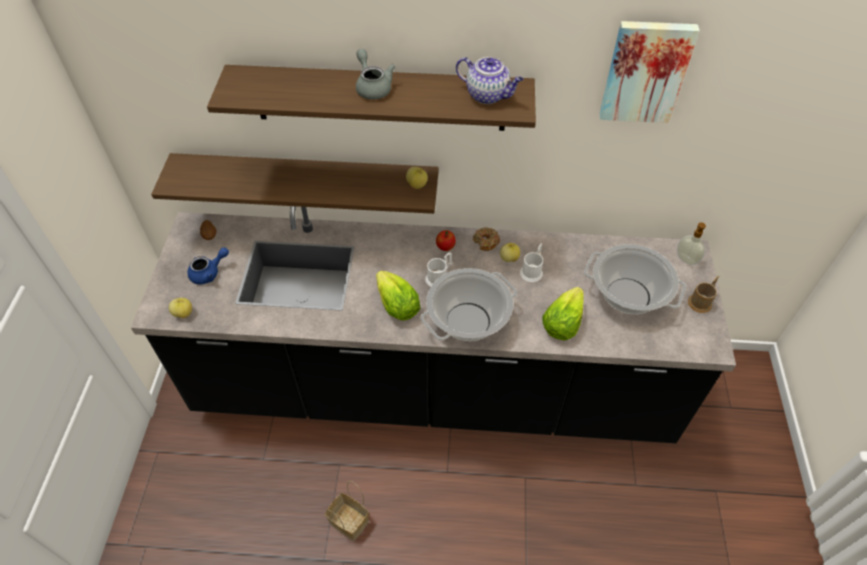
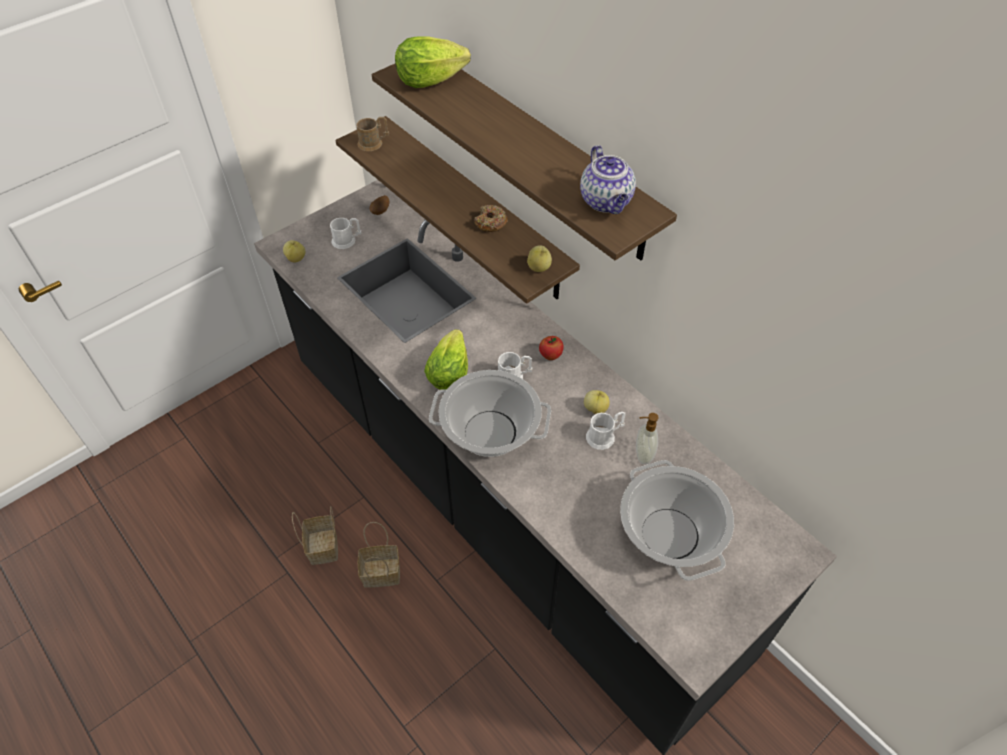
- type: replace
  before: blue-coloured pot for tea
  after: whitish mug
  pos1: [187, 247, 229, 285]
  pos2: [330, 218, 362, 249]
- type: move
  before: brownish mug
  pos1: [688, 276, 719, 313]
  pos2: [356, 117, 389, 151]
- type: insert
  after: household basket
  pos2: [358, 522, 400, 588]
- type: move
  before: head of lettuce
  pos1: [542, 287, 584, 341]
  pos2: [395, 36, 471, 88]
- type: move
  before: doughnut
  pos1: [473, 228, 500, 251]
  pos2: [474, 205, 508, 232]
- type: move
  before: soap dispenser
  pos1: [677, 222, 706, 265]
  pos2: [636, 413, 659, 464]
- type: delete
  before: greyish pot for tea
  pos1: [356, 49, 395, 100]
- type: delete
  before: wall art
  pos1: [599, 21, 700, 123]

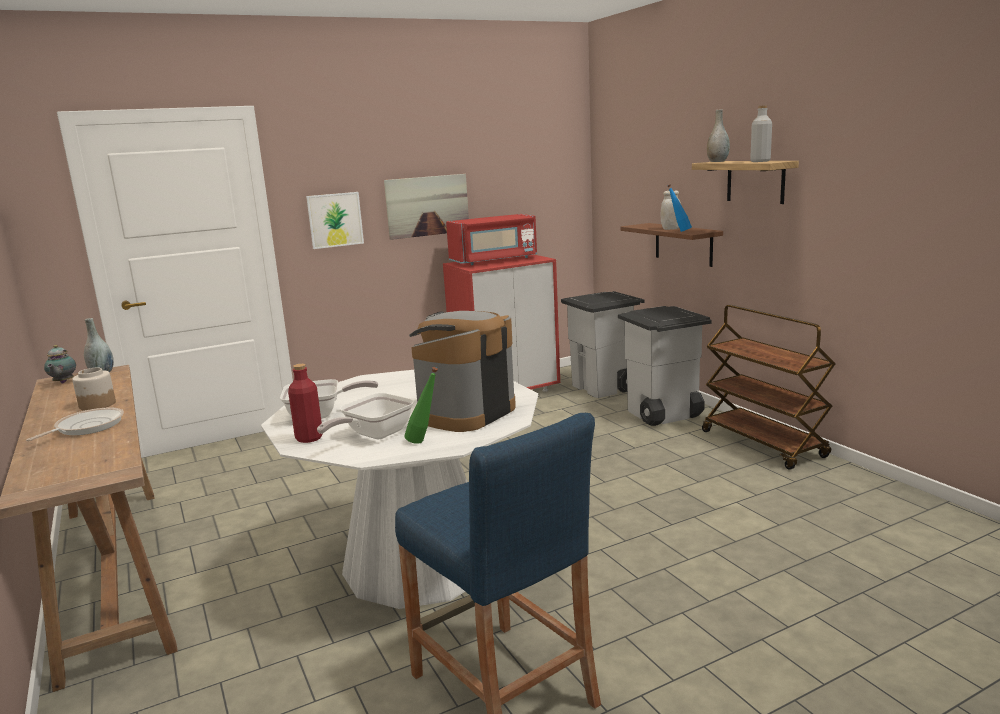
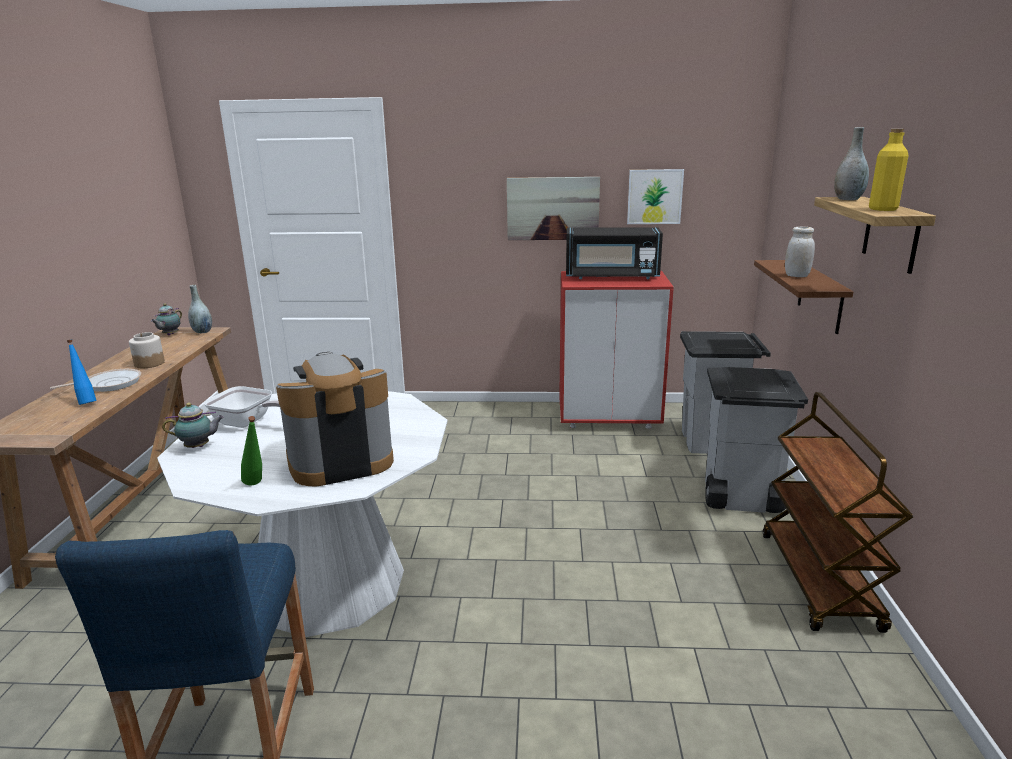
- type: move
  before: blue-coloured bottle
  pos1: [668, 184, 692, 232]
  pos2: [67, 339, 97, 405]
- type: replace
  before: reddish bottle
  after: pot for tea
  pos1: [288, 364, 323, 443]
  pos2: [162, 402, 224, 448]
- type: recolor
  before: reddish microwave oven
  after: black-coloured microwave oven
  pos1: [446, 214, 537, 265]
  pos2: [566, 227, 663, 279]
- type: move
  before: wall art
  pos1: [306, 192, 364, 249]
  pos2: [627, 169, 684, 224]
- type: recolor
  before: greyish bottle
  after: yellow bottle
  pos1: [750, 105, 772, 162]
  pos2: [869, 129, 908, 211]
- type: delete
  before: skillet
  pos1: [317, 393, 414, 439]

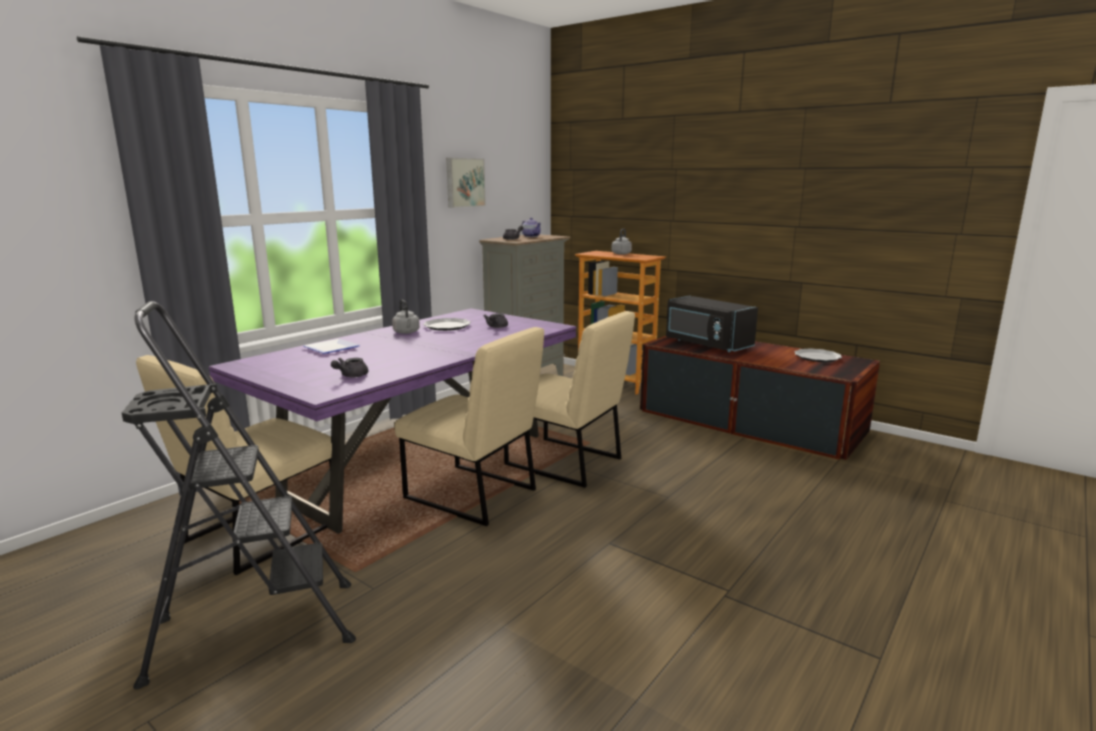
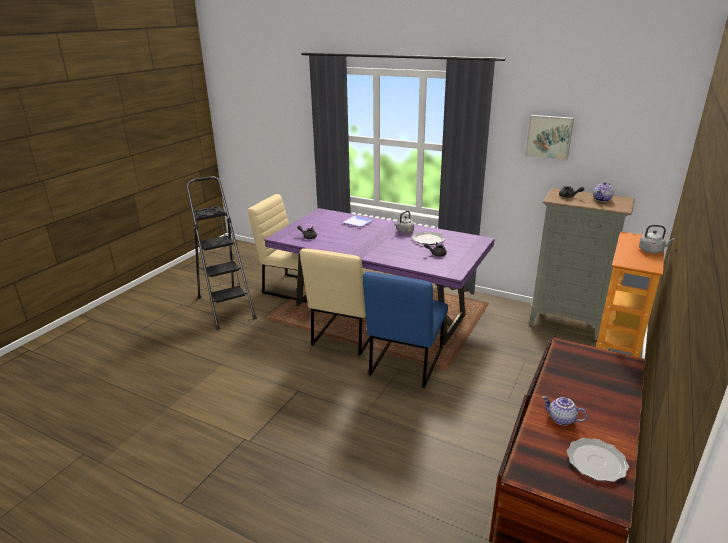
- type: recolor
  before: sand-coloured plain chair
  after: blue-coloured plain chair
  pos1: [504, 311, 635, 488]
  pos2: [363, 272, 448, 388]
- type: insert
  after: pot for tea
  pos2: [542, 396, 587, 426]
- type: delete
  before: black-coloured microwave oven
  pos1: [666, 296, 758, 352]

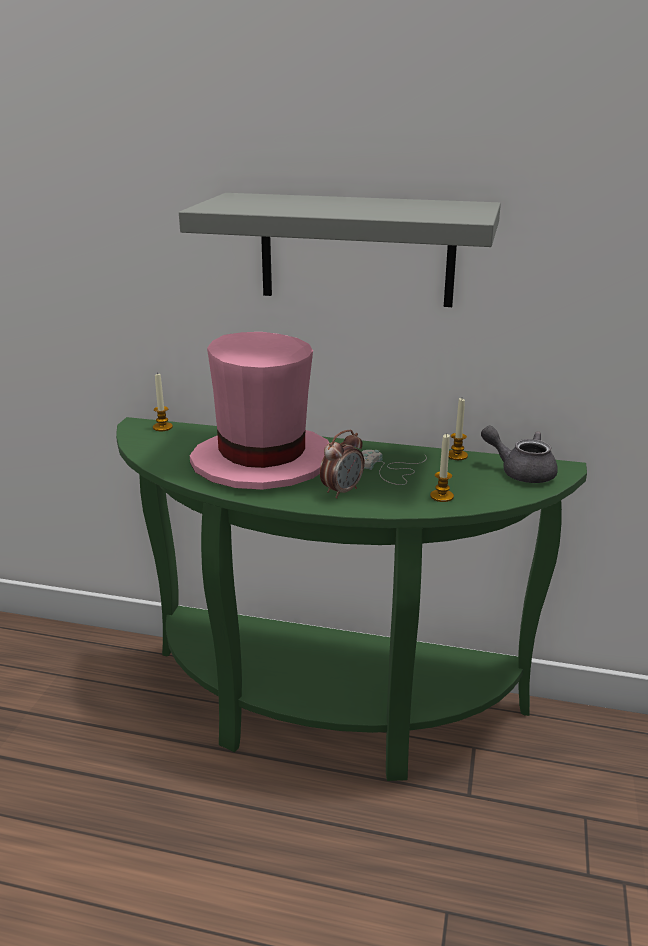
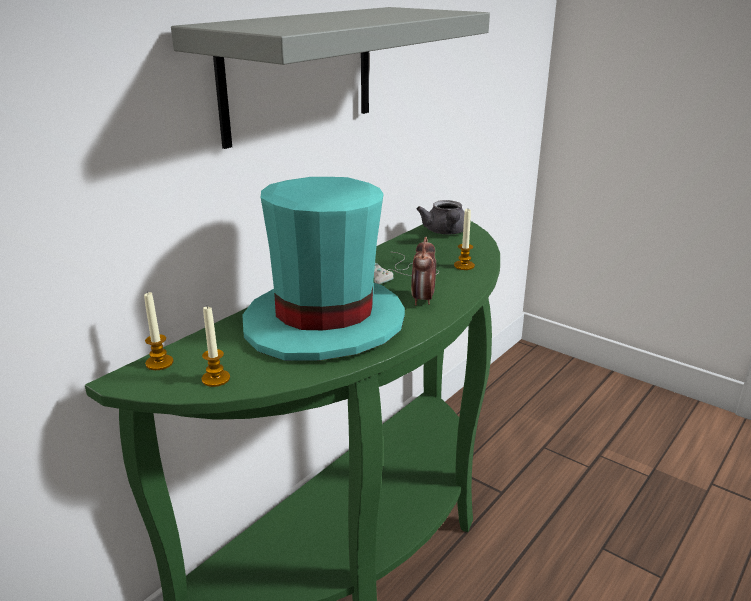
- type: move
  before: wax candle
  pos1: [449, 398, 468, 460]
  pos2: [202, 307, 230, 387]
- type: recolor
  before: pink-coloured clothing hat
  after: turquoise clothing hat
  pos1: [190, 332, 329, 490]
  pos2: [242, 177, 405, 361]
- type: rotate
  before: bedside clock
  pos1: [320, 430, 364, 499]
  pos2: [411, 237, 436, 306]
  turn: -150
- type: rotate
  before: greyish pot for tea
  pos1: [481, 426, 558, 483]
  pos2: [416, 200, 465, 235]
  turn: -60

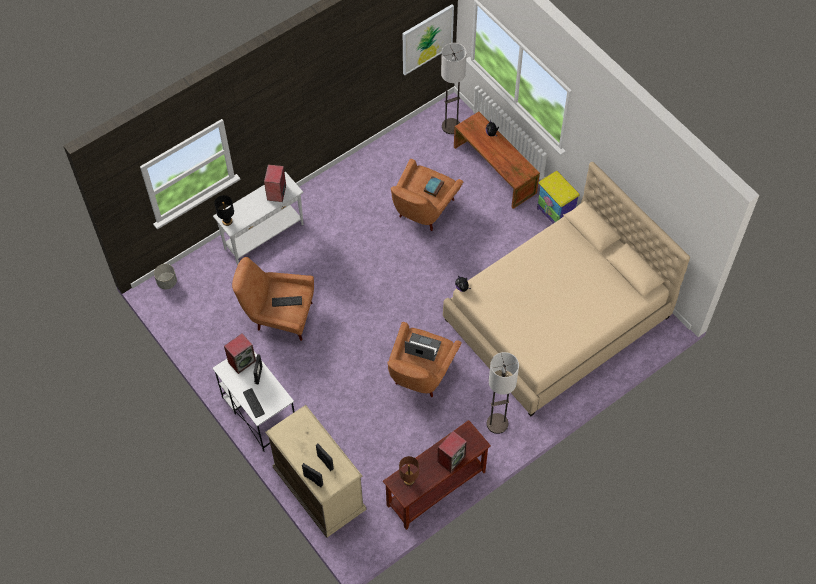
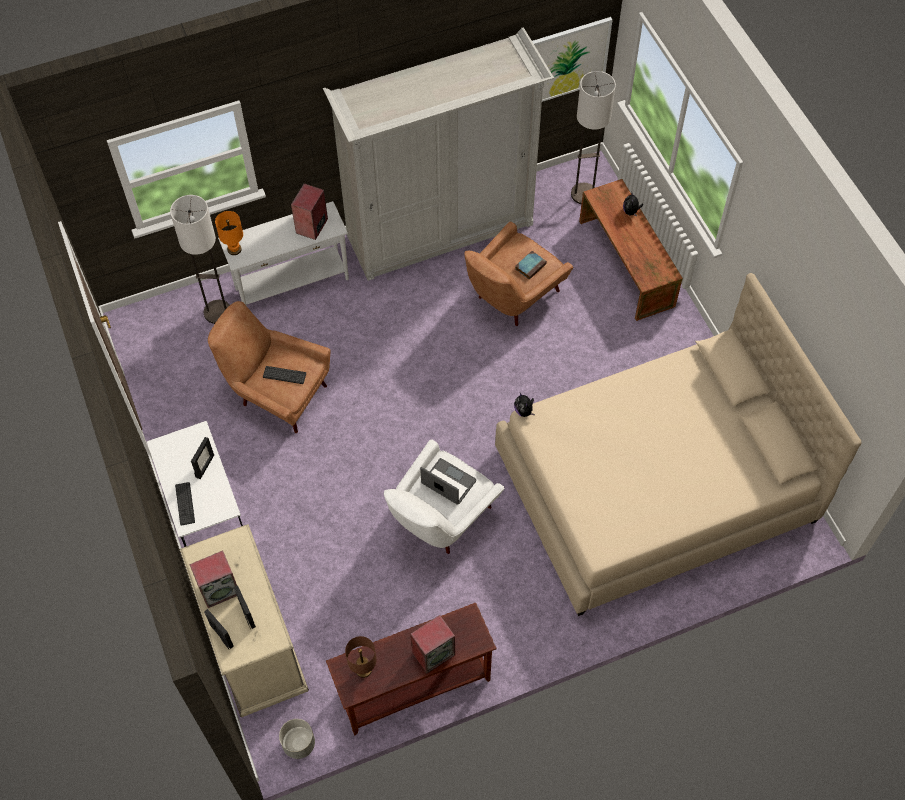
- type: move
  before: standard lamp
  pos1: [487, 352, 519, 434]
  pos2: [170, 195, 230, 324]
- type: move
  before: loudspeaker
  pos1: [224, 333, 256, 374]
  pos2: [189, 551, 237, 608]
- type: recolor
  before: black-coloured table lamp
  after: orangey table lamp
  pos1: [214, 195, 234, 226]
  pos2: [215, 211, 243, 255]
- type: move
  before: greyish plant pot
  pos1: [154, 264, 177, 290]
  pos2: [279, 719, 315, 759]
- type: insert
  after: whitish armoire
  pos2: [323, 27, 554, 281]
- type: recolor
  before: brownish lounge chair
  after: whitish lounge chair
  pos1: [388, 322, 462, 397]
  pos2: [384, 439, 505, 554]
- type: delete
  before: nightstand
  pos1: [537, 171, 580, 223]

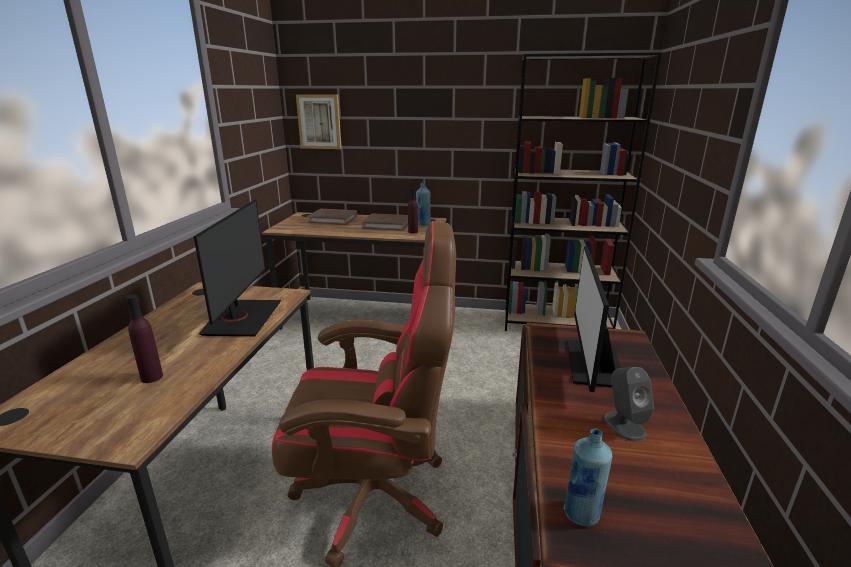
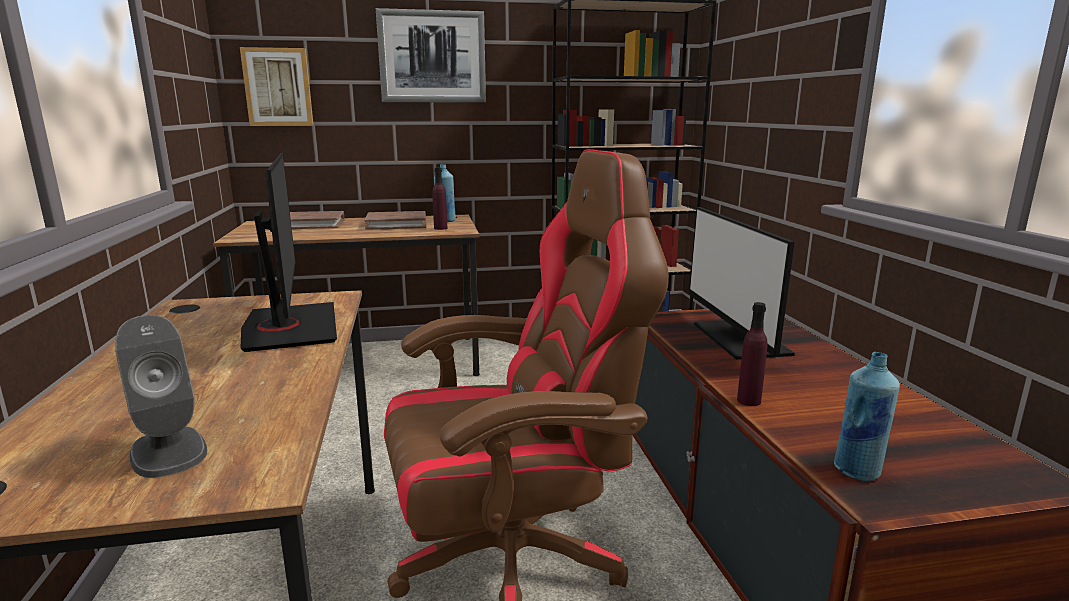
- type: move
  before: greyish loudspeaker
  pos1: [603, 367, 654, 442]
  pos2: [115, 315, 207, 478]
- type: insert
  after: wall art
  pos2: [376, 8, 486, 102]
- type: move
  before: purple-coloured bottle
  pos1: [126, 295, 163, 383]
  pos2: [737, 302, 768, 406]

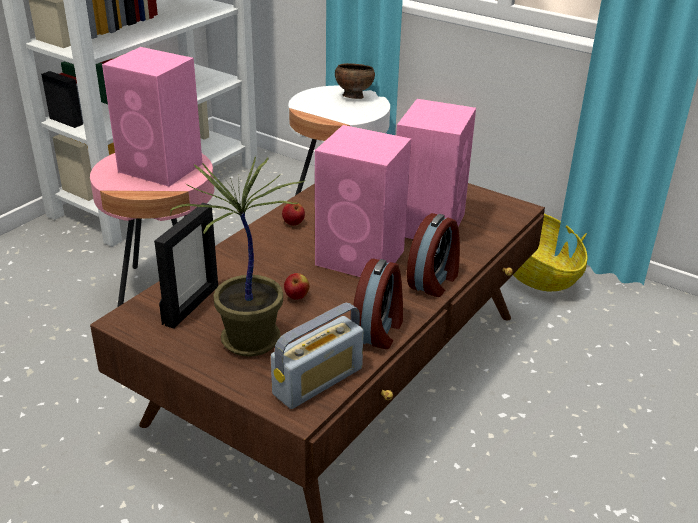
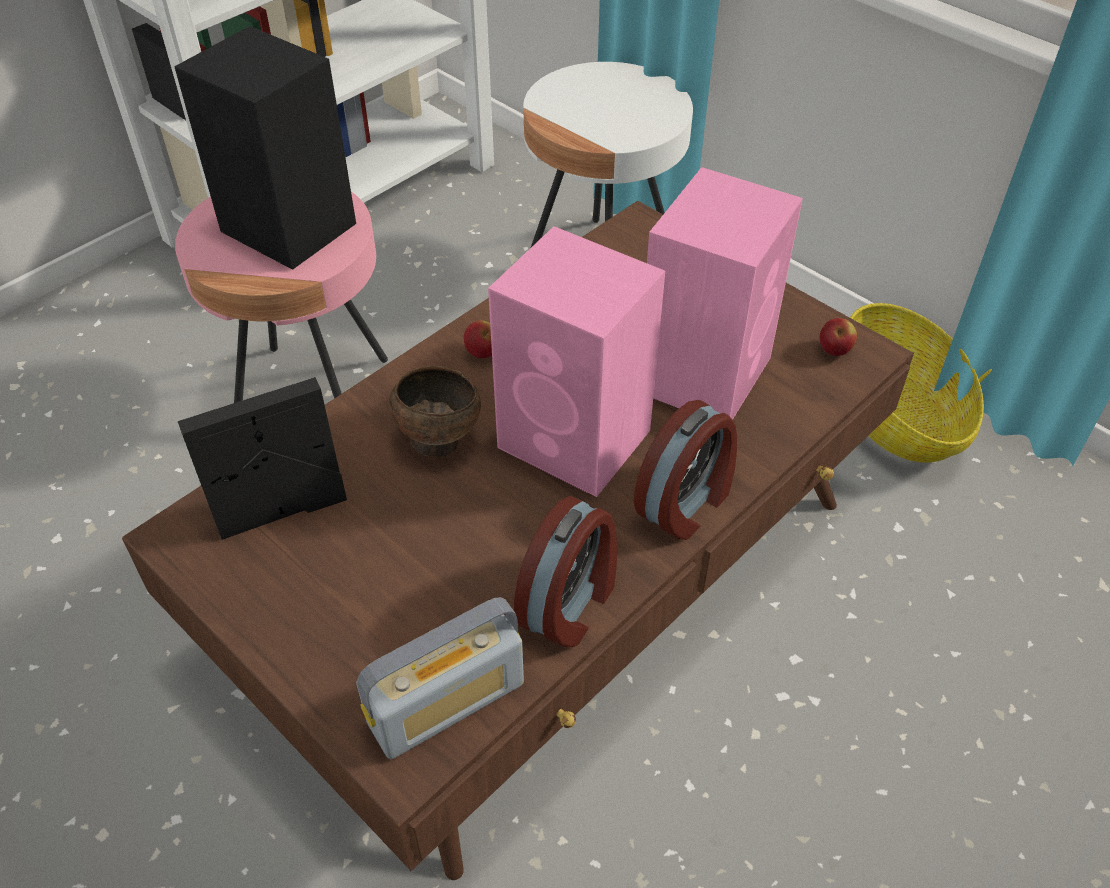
- type: recolor
  before: pink-coloured loudspeaker
  after: black-coloured loudspeaker
  pos1: [102, 47, 203, 186]
  pos2: [174, 26, 356, 270]
- type: rotate
  before: standing frame
  pos1: [154, 203, 218, 329]
  pos2: [178, 377, 347, 540]
  turn: -150
- type: move
  before: brownish serving bowl
  pos1: [335, 63, 375, 99]
  pos2: [389, 366, 481, 457]
- type: move
  before: apple fruit
  pos1: [284, 273, 309, 300]
  pos2: [820, 318, 857, 356]
- type: delete
  before: houseplant
  pos1: [170, 156, 304, 357]

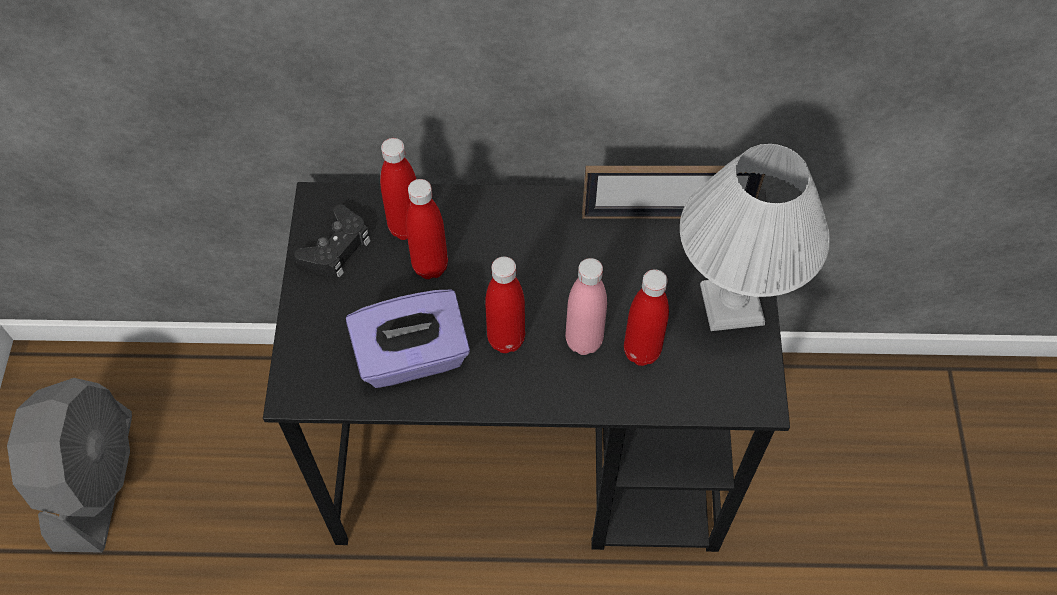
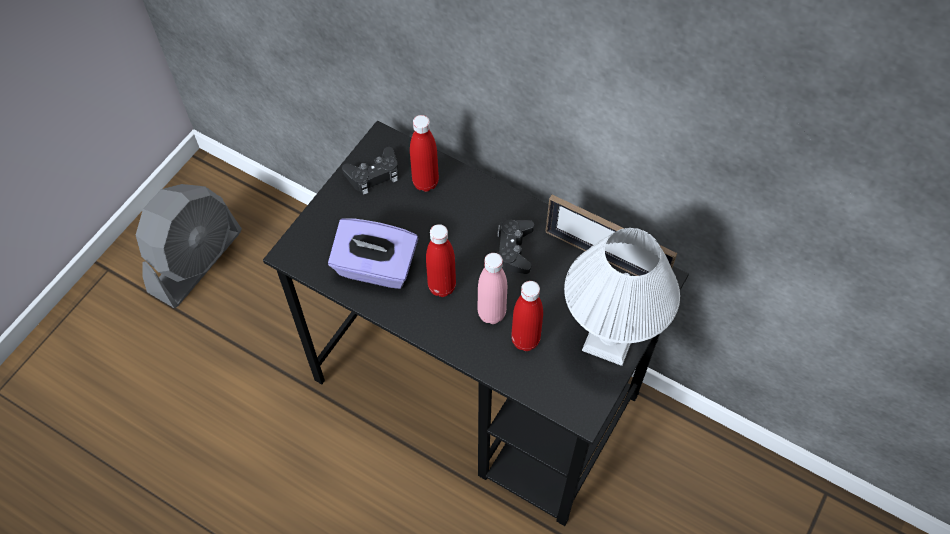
- type: insert
  after: black-coloured game controller
  pos2: [497, 219, 534, 274]
- type: delete
  before: reddish bottle
  pos1: [406, 179, 448, 279]

